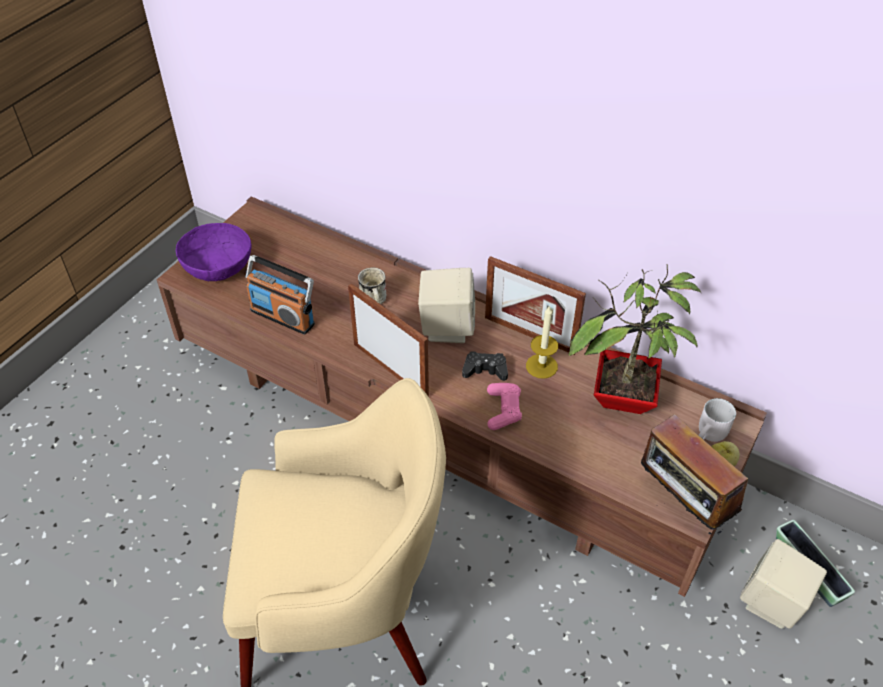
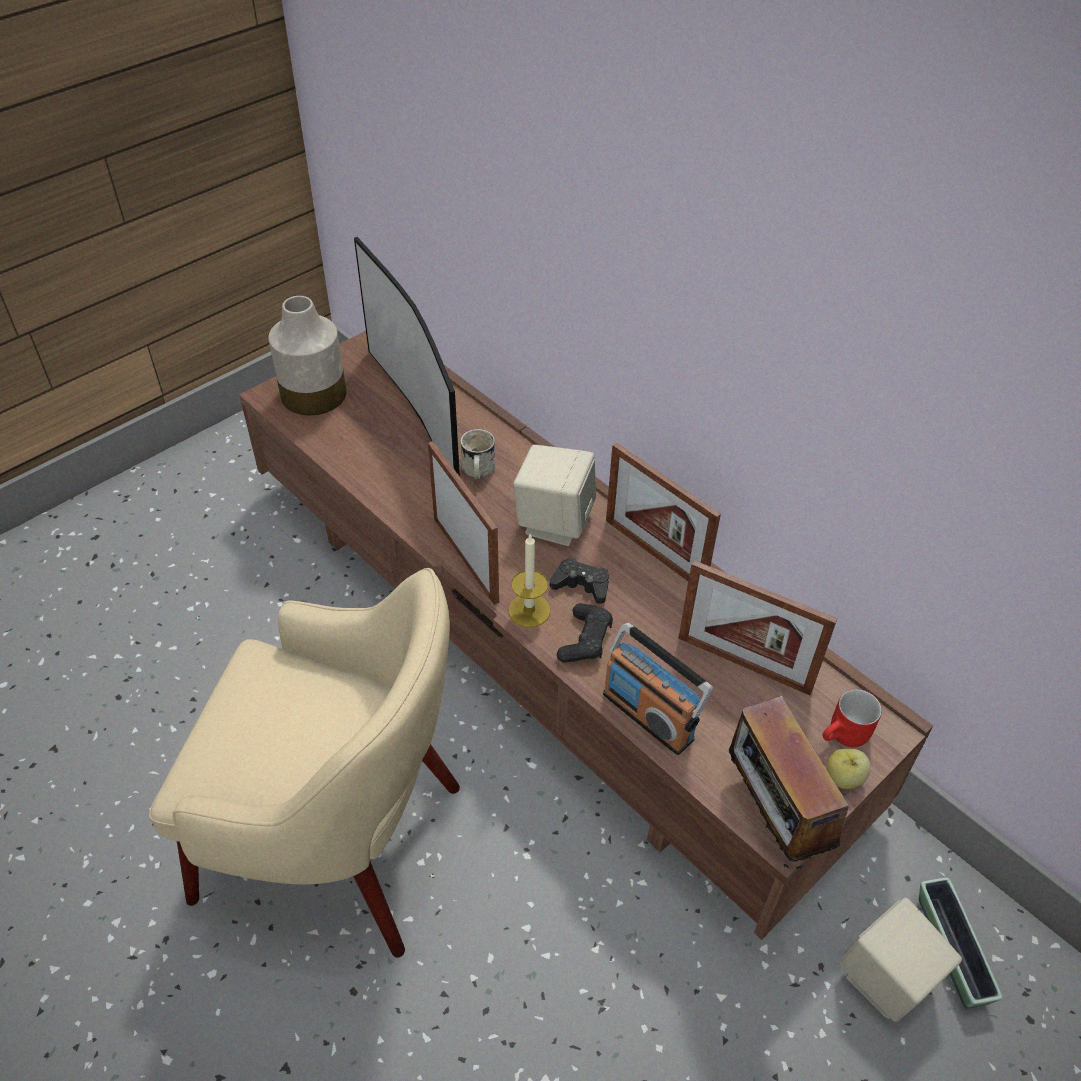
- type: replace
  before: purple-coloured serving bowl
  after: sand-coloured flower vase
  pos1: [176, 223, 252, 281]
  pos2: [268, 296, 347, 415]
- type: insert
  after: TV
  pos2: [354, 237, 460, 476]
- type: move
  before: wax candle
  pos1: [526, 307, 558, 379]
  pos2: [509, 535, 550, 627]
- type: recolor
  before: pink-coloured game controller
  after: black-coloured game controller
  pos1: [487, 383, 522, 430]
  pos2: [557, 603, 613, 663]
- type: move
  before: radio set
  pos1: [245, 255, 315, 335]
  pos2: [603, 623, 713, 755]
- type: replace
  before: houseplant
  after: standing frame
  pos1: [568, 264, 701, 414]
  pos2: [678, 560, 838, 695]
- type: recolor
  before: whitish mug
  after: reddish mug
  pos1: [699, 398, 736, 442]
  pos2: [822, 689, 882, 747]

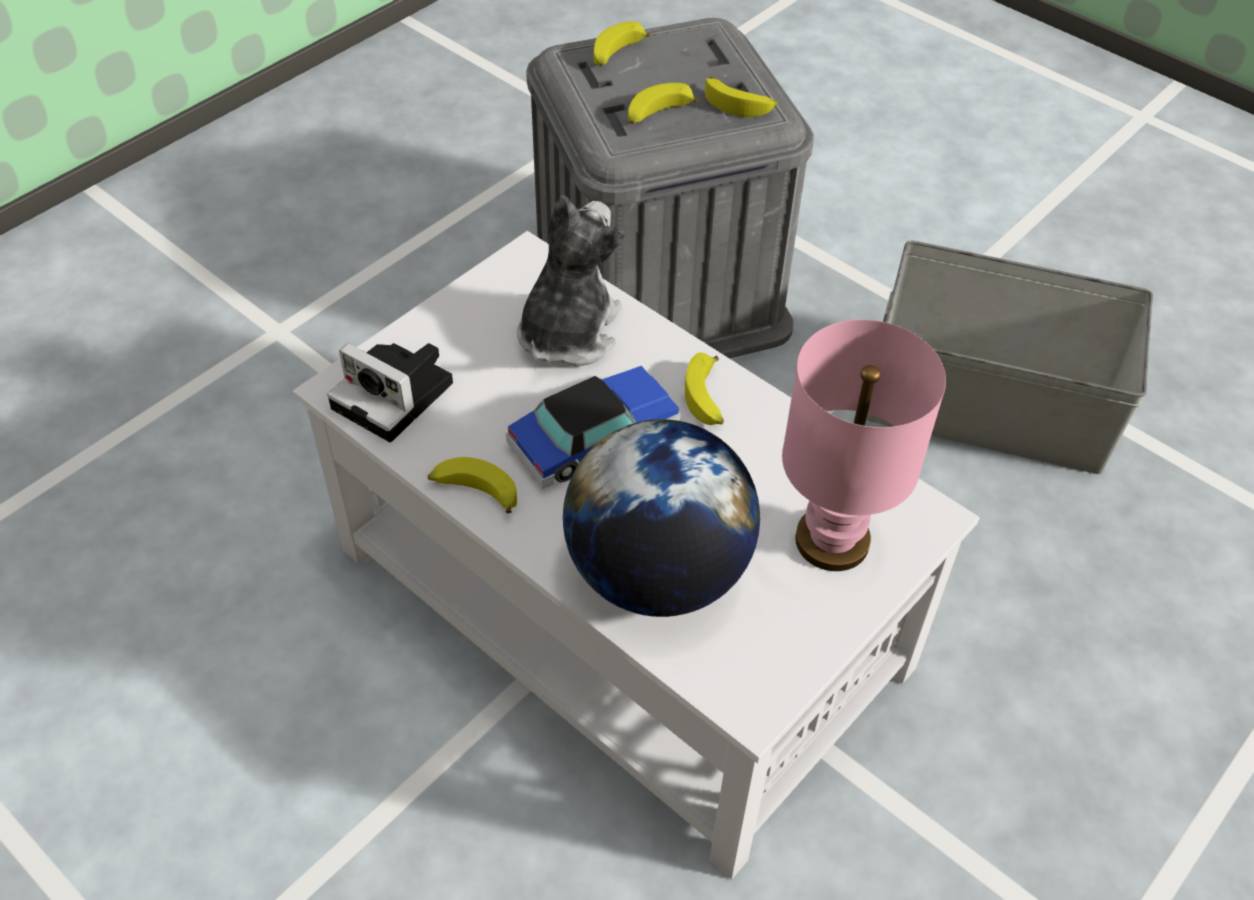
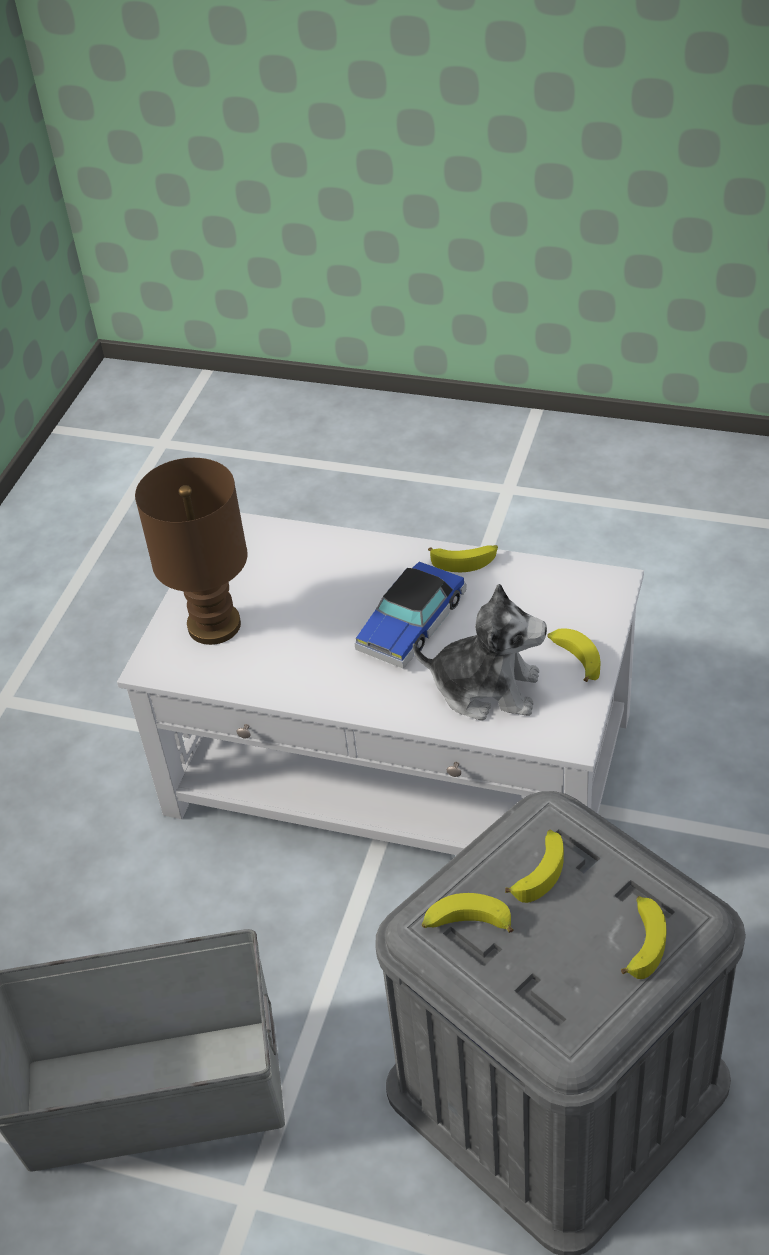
- type: recolor
  before: pink-coloured table lamp
  after: brownish table lamp
  pos1: [782, 320, 946, 571]
  pos2: [135, 458, 248, 645]
- type: rotate
  before: cuddly toy
  pos1: [517, 195, 624, 367]
  pos2: [413, 584, 547, 721]
  turn: -75
- type: move
  before: whole banana
  pos1: [685, 352, 724, 425]
  pos2: [547, 628, 600, 682]
- type: delete
  before: still camera
  pos1: [327, 343, 453, 442]
- type: delete
  before: globe
  pos1: [563, 419, 760, 617]

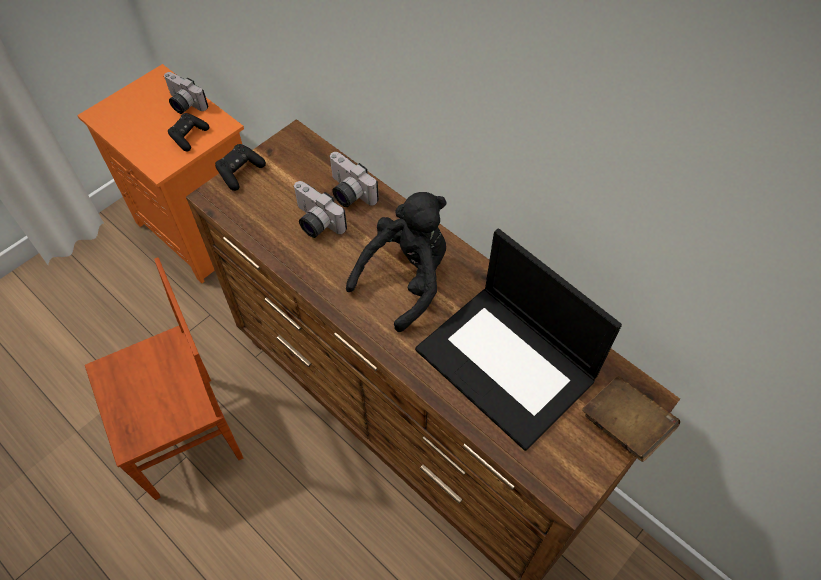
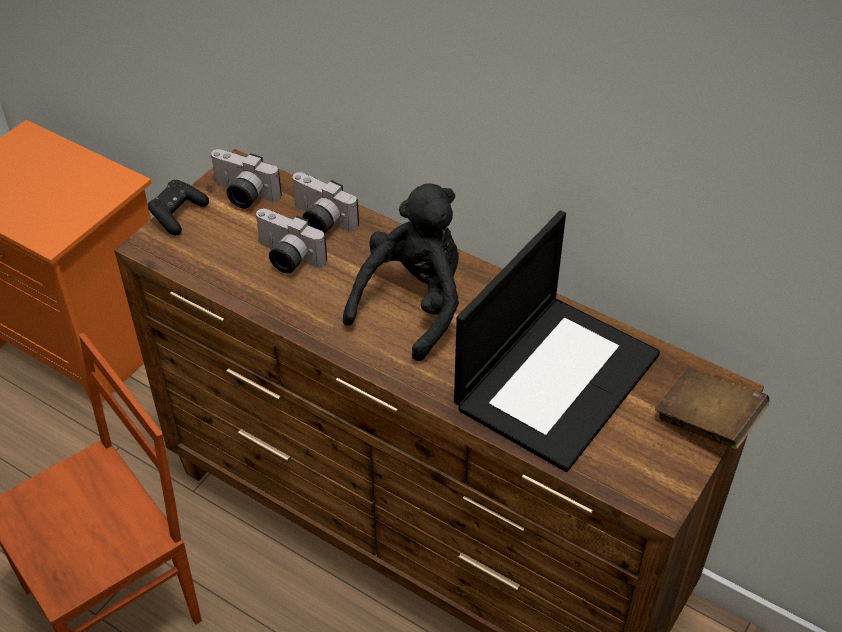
- type: move
  before: still camera
  pos1: [164, 72, 208, 114]
  pos2: [210, 149, 282, 209]
- type: rotate
  before: laptop
  pos1: [415, 228, 622, 451]
  pos2: [454, 211, 660, 472]
  turn: -90
- type: delete
  before: black-coloured game controller
  pos1: [168, 113, 209, 151]

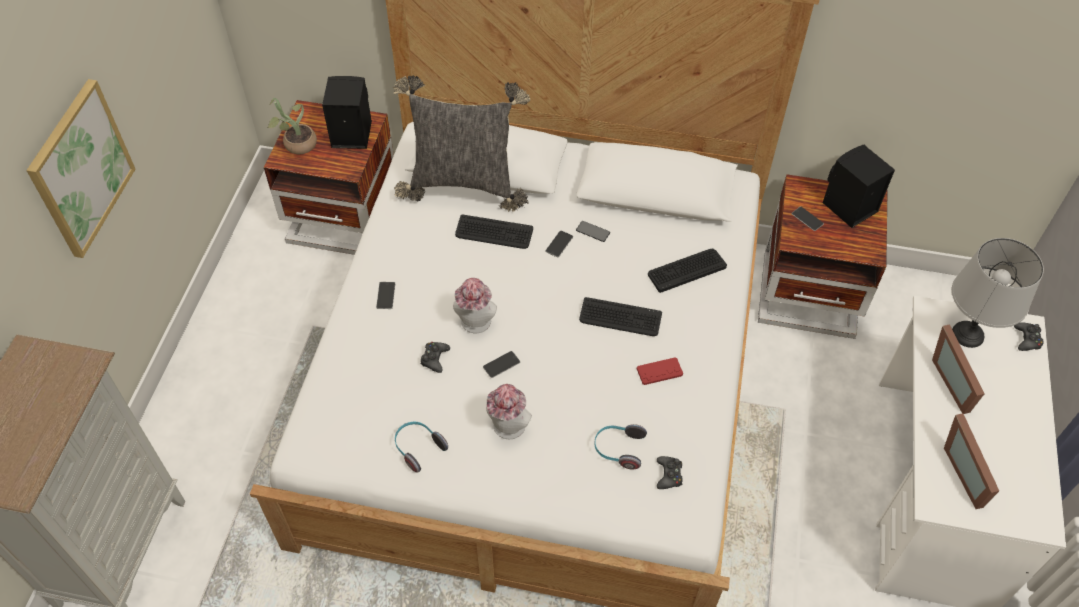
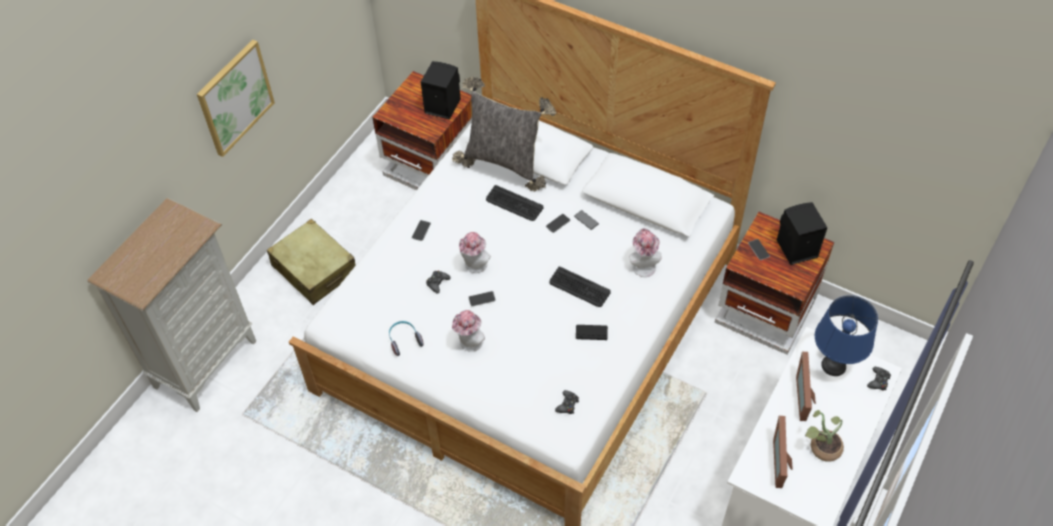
- type: insert
  after: sand-coloured piece of luggage
  pos2: [267, 219, 356, 305]
- type: recolor
  before: reddish game controller
  after: black-coloured game controller
  pos1: [637, 357, 683, 385]
  pos2: [576, 325, 608, 340]
- type: replace
  before: PC keyboard
  after: clothing hat
  pos1: [648, 249, 727, 293]
  pos2: [629, 228, 662, 277]
- type: move
  before: houseplant
  pos1: [267, 98, 317, 154]
  pos2: [805, 410, 844, 462]
- type: recolor
  before: greyish table lamp
  after: blue-coloured table lamp
  pos1: [952, 238, 1044, 348]
  pos2: [815, 295, 878, 376]
- type: delete
  before: headset
  pos1: [594, 424, 647, 469]

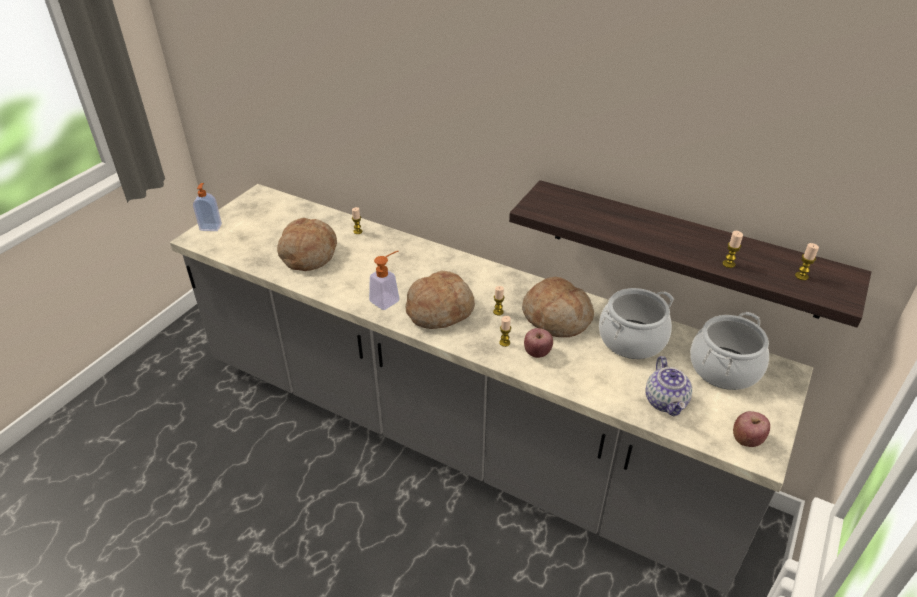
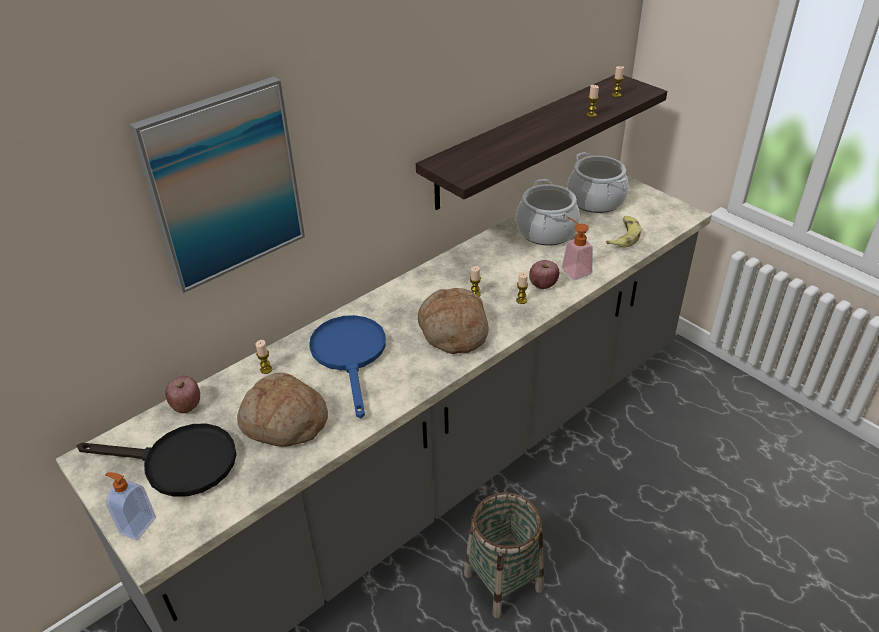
- type: insert
  after: black-coloured skillet
  pos2: [77, 424, 236, 497]
- type: insert
  after: wall art
  pos2: [130, 76, 305, 293]
- type: move
  before: apple fruit
  pos1: [733, 411, 770, 447]
  pos2: [165, 376, 200, 413]
- type: insert
  after: blue-coloured skillet
  pos2: [309, 315, 386, 418]
- type: insert
  after: household basket
  pos2: [464, 492, 544, 618]
- type: move
  before: soap dispenser
  pos1: [369, 251, 400, 310]
  pos2: [562, 217, 593, 280]
- type: replace
  before: pot for tea
  after: whole banana
  pos1: [646, 356, 692, 417]
  pos2: [606, 216, 641, 247]
- type: delete
  before: baked bread
  pos1: [522, 277, 594, 337]

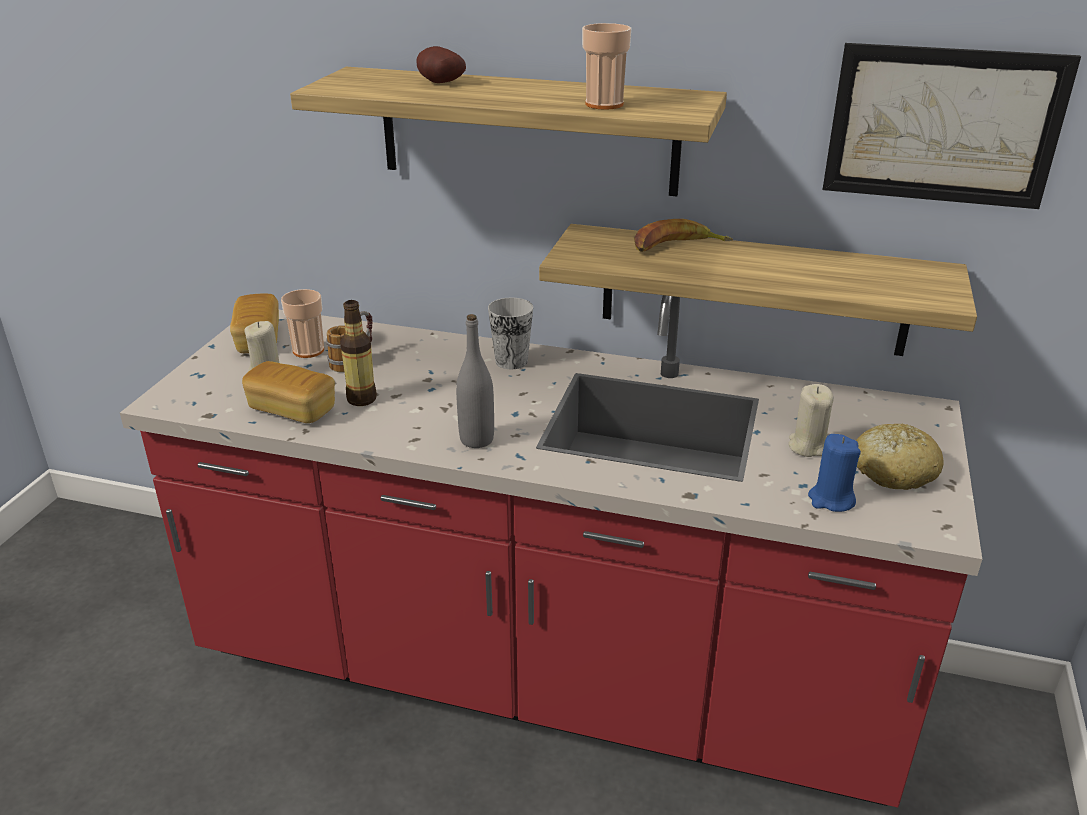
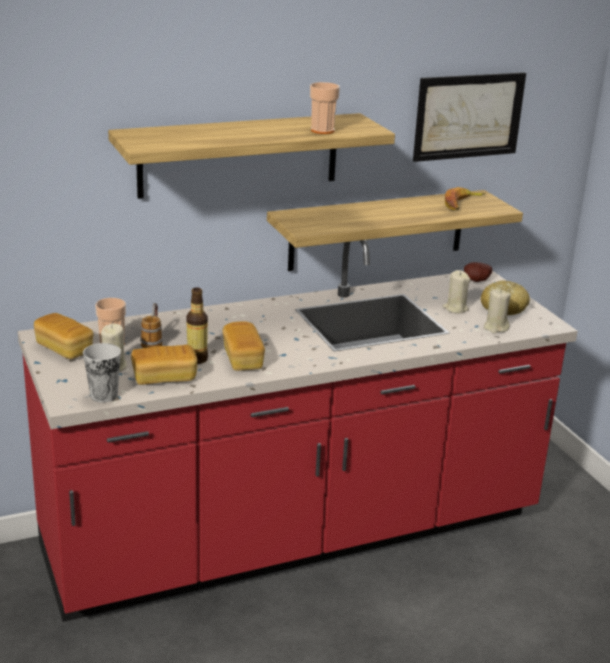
- type: move
  before: drinking cup
  pos1: [488, 298, 533, 369]
  pos2: [83, 343, 121, 402]
- type: insert
  after: baked bread
  pos2: [222, 321, 265, 371]
- type: move
  before: whole banana
  pos1: [634, 219, 733, 252]
  pos2: [445, 187, 486, 210]
- type: move
  before: spud
  pos1: [416, 46, 466, 83]
  pos2: [464, 262, 493, 282]
- type: recolor
  before: blue-coloured wax candle
  after: sand-coloured wax candle
  pos1: [808, 434, 861, 512]
  pos2: [484, 290, 511, 333]
- type: delete
  before: greyish bottle
  pos1: [456, 314, 494, 448]

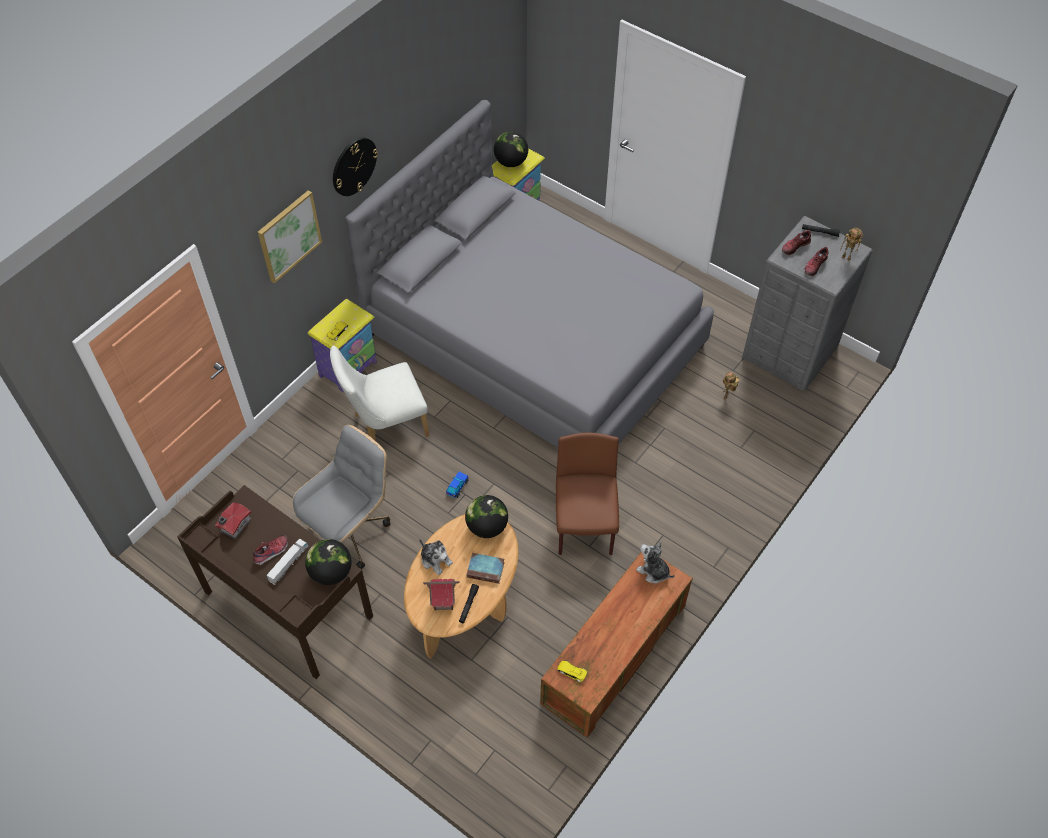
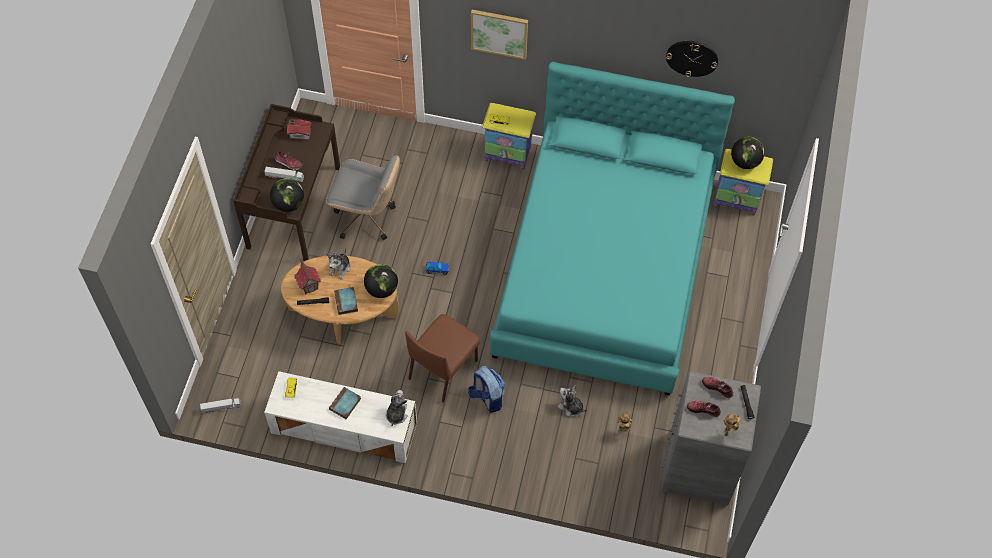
- type: insert
  after: toy truck
  pos2: [200, 398, 241, 413]
- type: recolor
  before: brownish indoor bench
  after: whitish indoor bench
  pos1: [540, 552, 693, 738]
  pos2: [264, 371, 417, 463]
- type: insert
  after: volume
  pos2: [329, 387, 361, 419]
- type: rotate
  before: brownish plain chair
  pos1: [556, 433, 619, 555]
  pos2: [405, 314, 481, 402]
  turn: 150
- type: insert
  after: knapsack
  pos2: [468, 366, 505, 413]
- type: recolor
  before: greyish bed
  after: turquoise bed
  pos1: [346, 100, 714, 448]
  pos2: [490, 62, 735, 396]
- type: insert
  after: cuddly toy
  pos2: [558, 385, 587, 417]
- type: move
  before: hanging clock
  pos1: [333, 137, 378, 196]
  pos2: [666, 41, 718, 77]
- type: delete
  before: whitish plain chair
  pos1: [330, 346, 430, 441]

